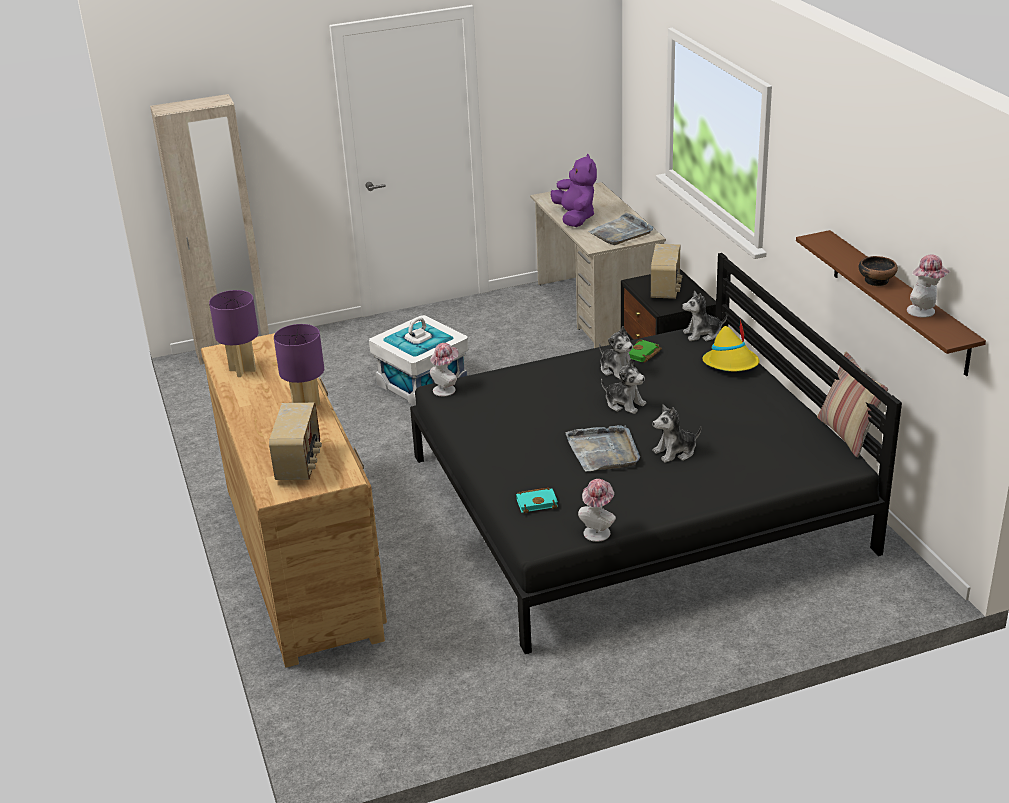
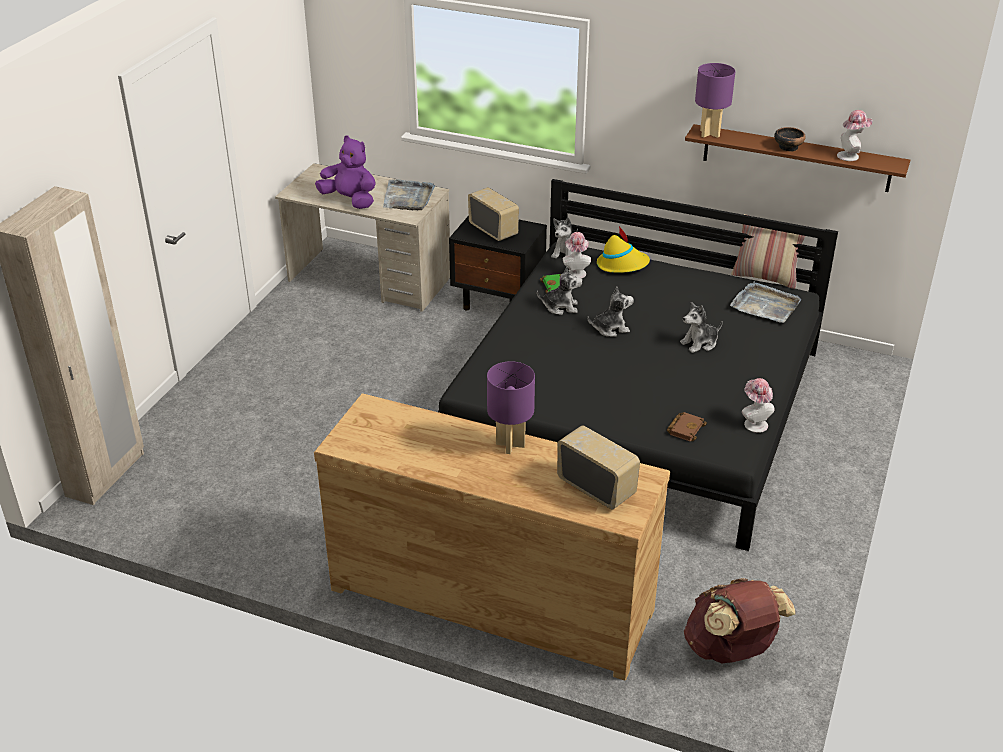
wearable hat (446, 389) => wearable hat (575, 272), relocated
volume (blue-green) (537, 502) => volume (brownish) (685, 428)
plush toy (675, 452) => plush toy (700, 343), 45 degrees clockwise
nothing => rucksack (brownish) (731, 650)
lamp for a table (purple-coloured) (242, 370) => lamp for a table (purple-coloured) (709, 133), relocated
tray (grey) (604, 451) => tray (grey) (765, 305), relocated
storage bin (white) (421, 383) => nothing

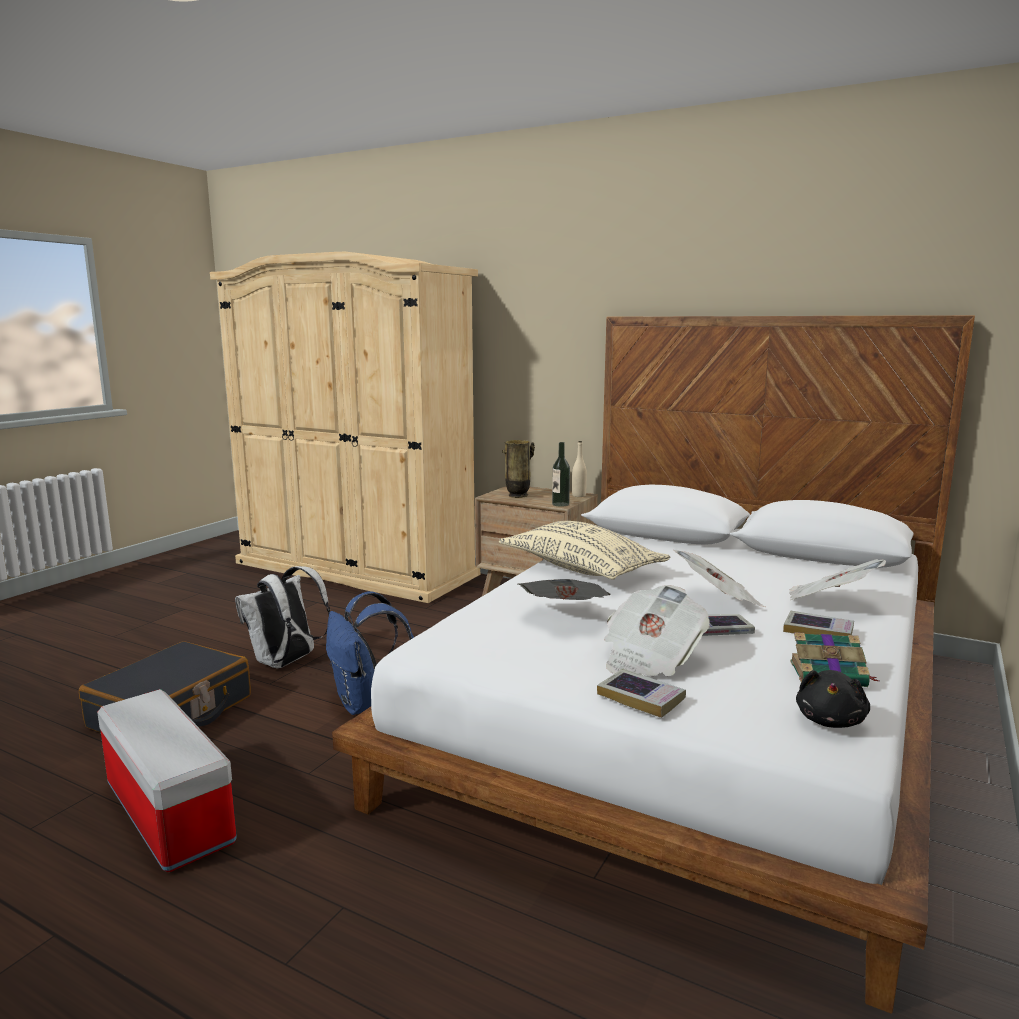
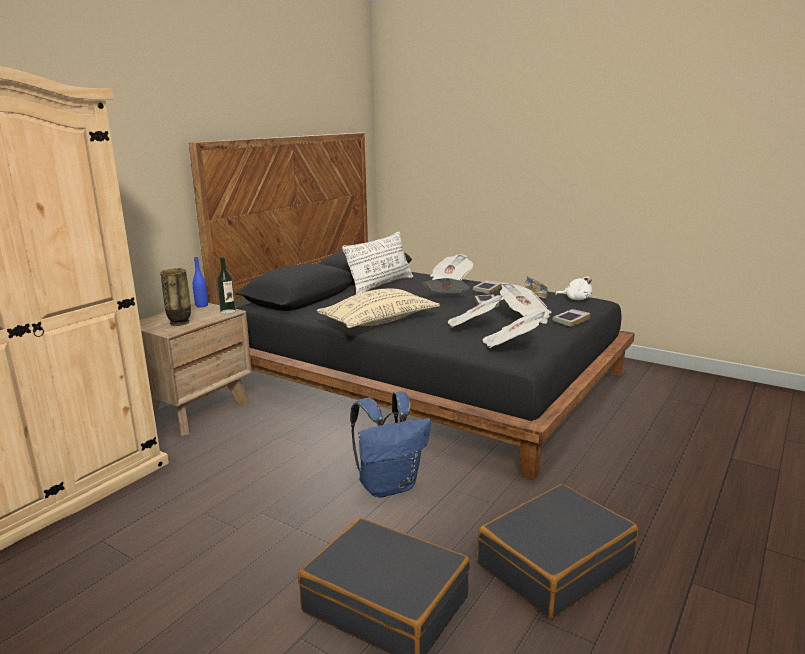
bed (white) (690, 718) => bed (blackish) (426, 378)
beverage bottle (beige) (578, 495) => beverage bottle (bluish) (201, 305)
nothing => cushion (white) (381, 286)
storage bin (167, 812) => suitcase (blackish) (554, 564)
nothing => daily paper (512, 345)
plush toy (blackish) (830, 720) => plush toy (white) (576, 299)
rucksack (white) (286, 662) => nothing

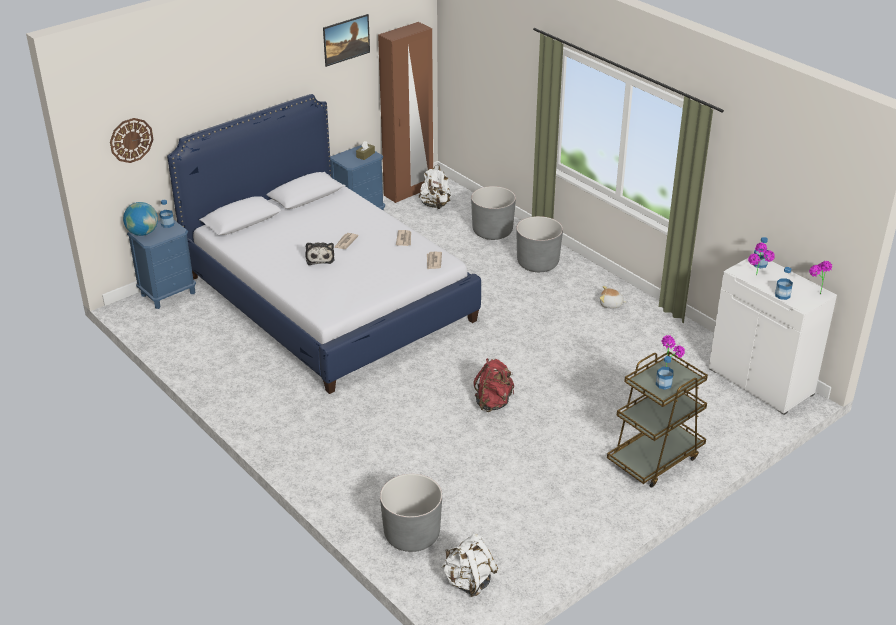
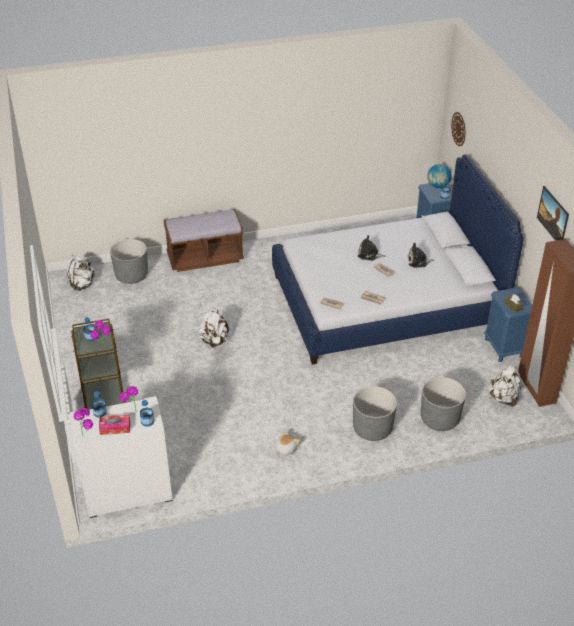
nothing => tissue holder (115, 428)
nothing => indoor bench (brownish) (205, 258)
rucksack (reddish) (493, 403) => rucksack (white) (214, 341)
nothing => plush toy (418, 261)

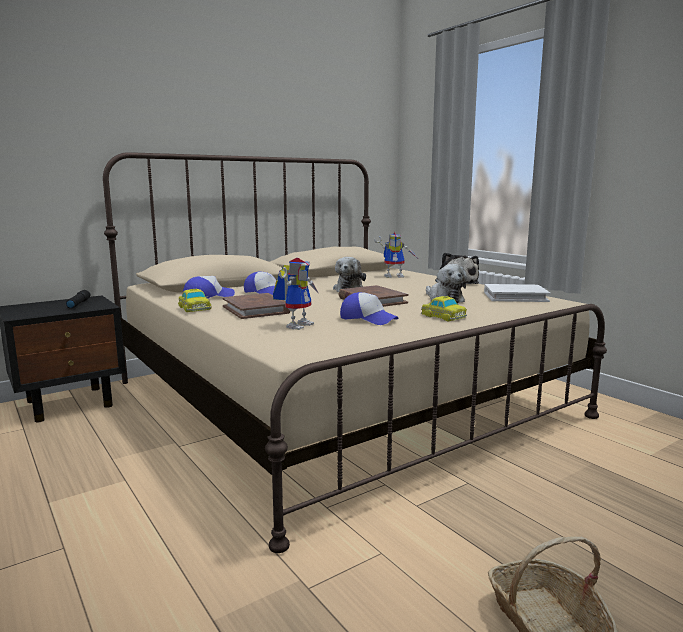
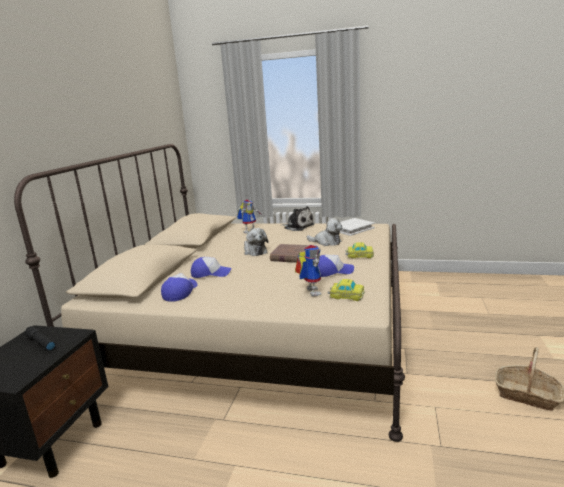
toy car (194, 308) => toy car (346, 295), relocated
volume (brownish) (256, 309) => nothing

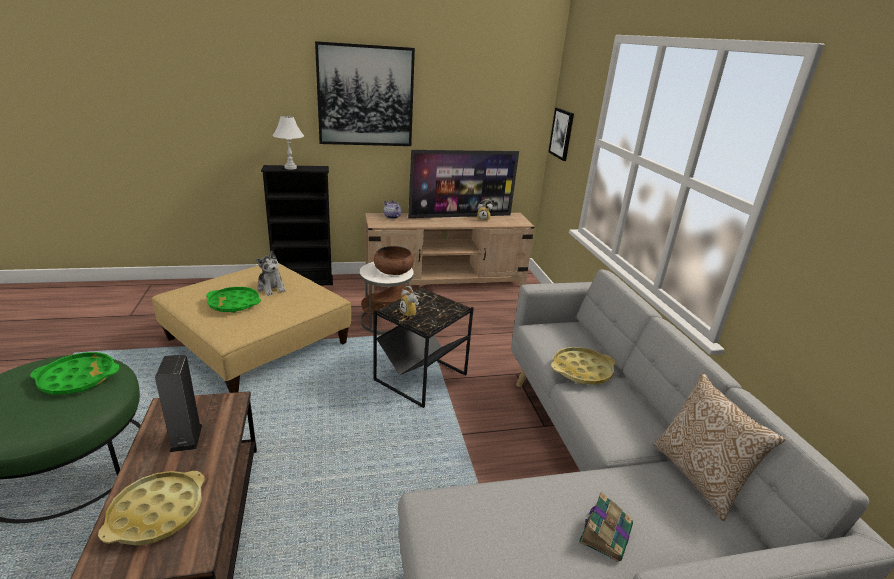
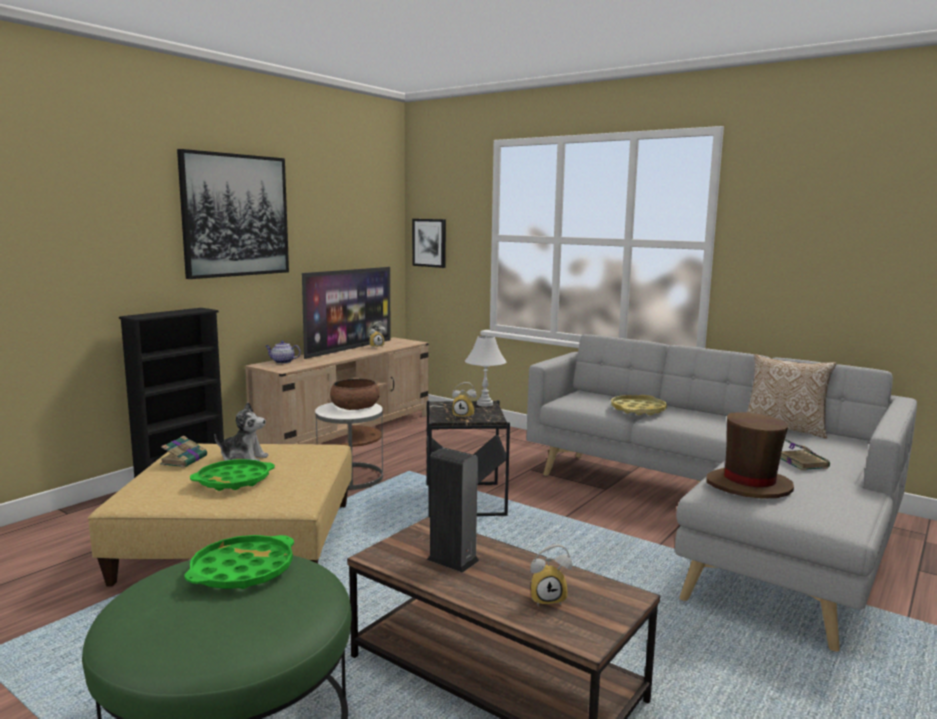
nothing => volume (184, 460)
lamp for a table (white) (290, 167) => lamp for a table (white) (484, 404), relocated
tray (yellow-coloured) (157, 512) => bedside clock (548, 598)
nothing => wearable hat (brownish) (748, 486)

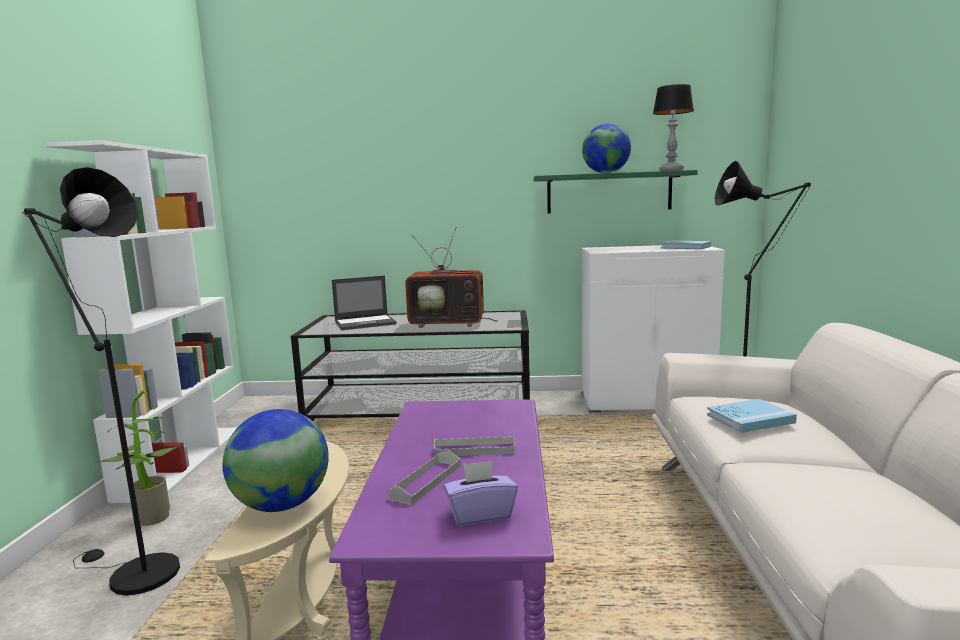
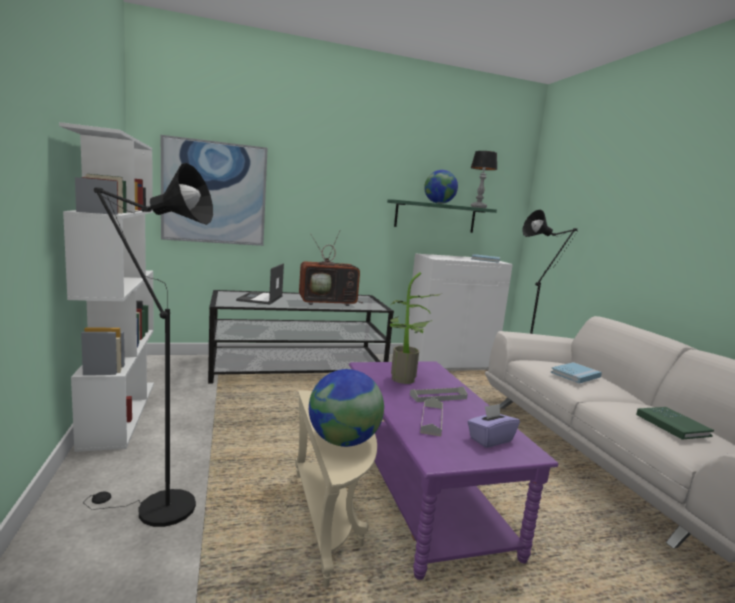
nothing => wall picture (214, 193)
laptop (366, 323) => laptop (260, 298), 135 degrees clockwise
plant in a pot (149, 520) => plant in a pot (403, 380), relocated
nothing => volume (green) (672, 425)

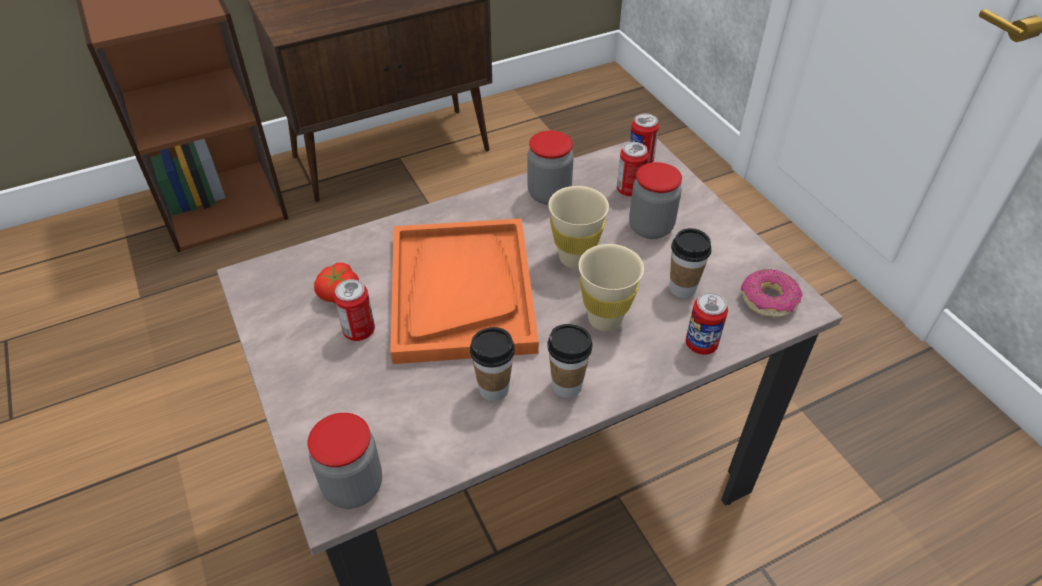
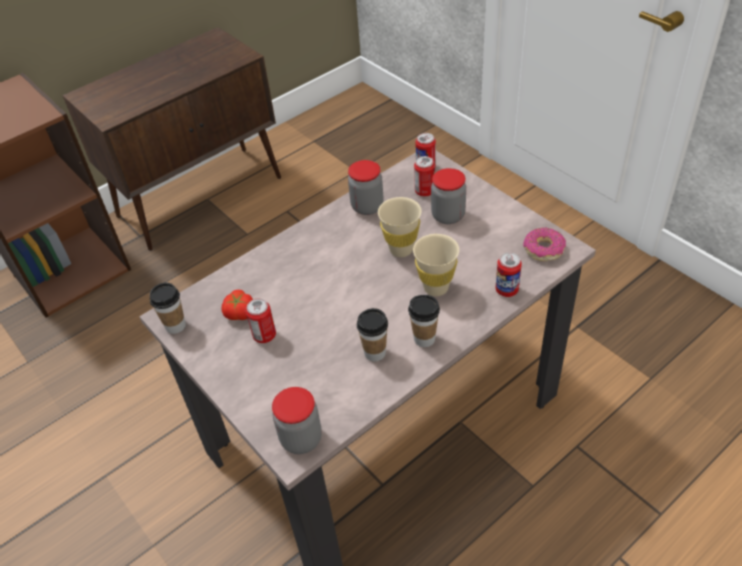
drinking cup (682, 288) => drinking cup (175, 326), relocated
tray (orange) (461, 291) => nothing

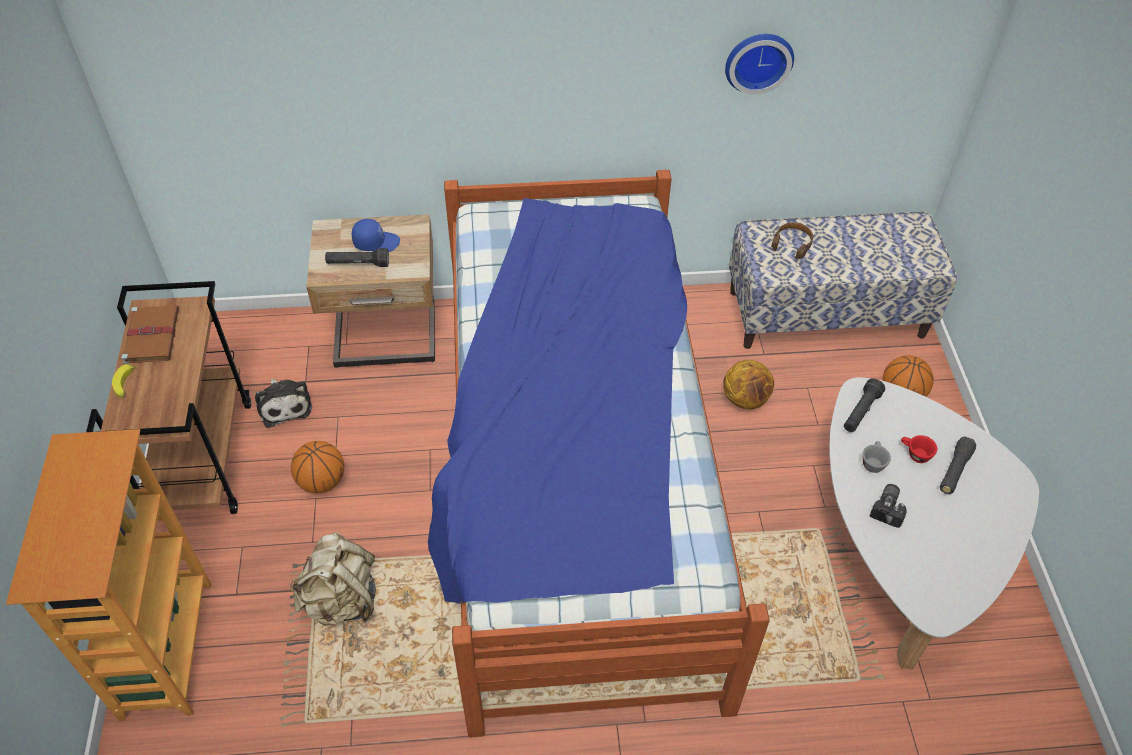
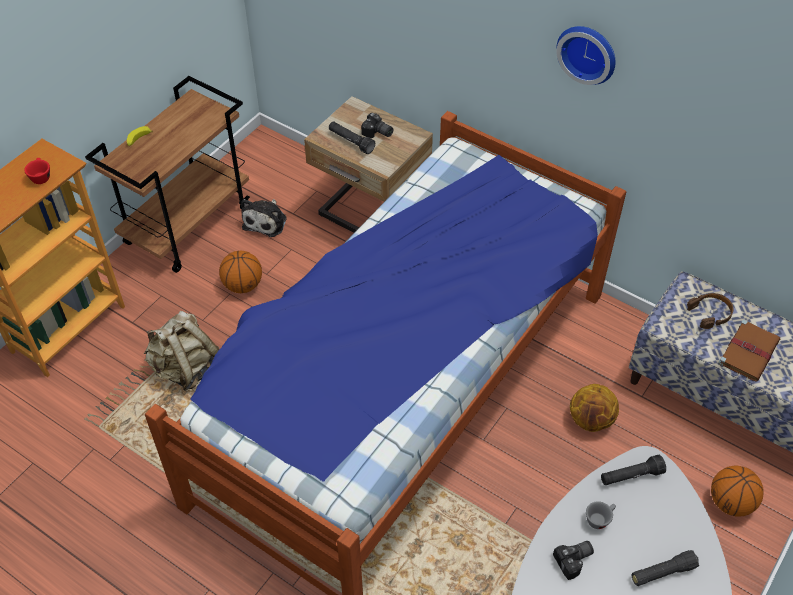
drinking cup (reddish) (914, 454) => drinking cup (reddish) (40, 176), relocated
cap (bluish) (376, 242) => photo camera (377, 133)
wall clock (758, 60) => wall clock (588, 52), relocated
volume (brownish) (152, 335) => volume (brownish) (749, 351), relocated

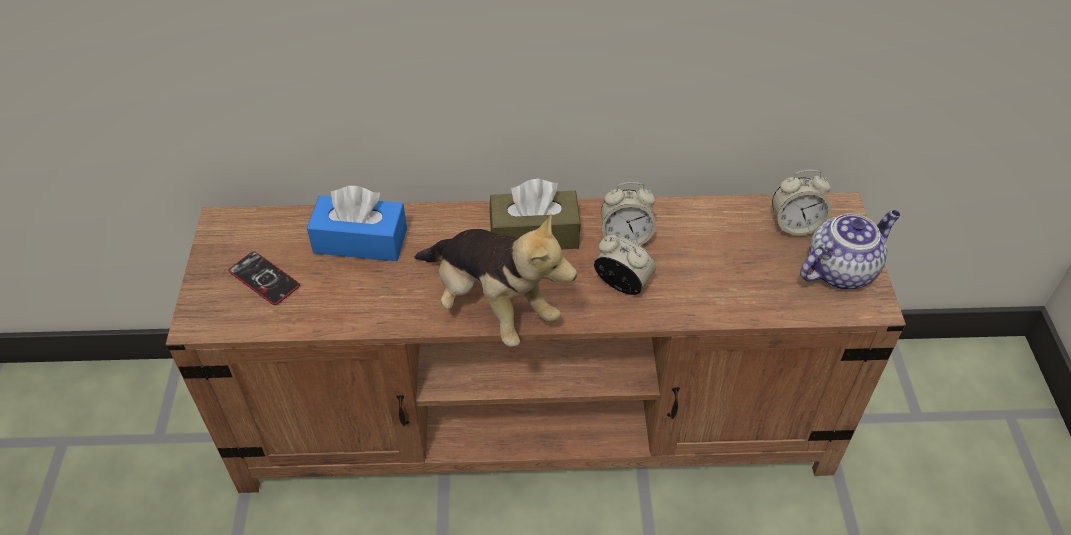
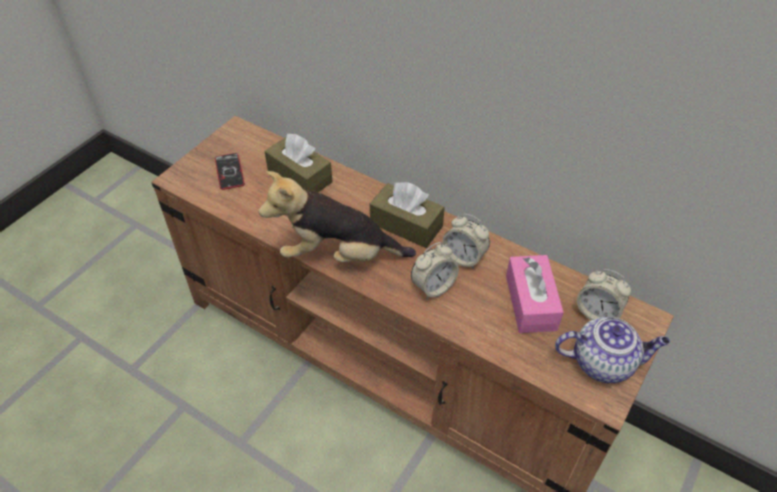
plush toy (491, 306) => plush toy (338, 255), 105 degrees clockwise
tissue holder (bluish) (360, 241) => tissue holder (brownish) (300, 176)
bedside clock (622, 285) => bedside clock (433, 286), 75 degrees clockwise
nothing => tissue holder (pink-coloured) (530, 302)

